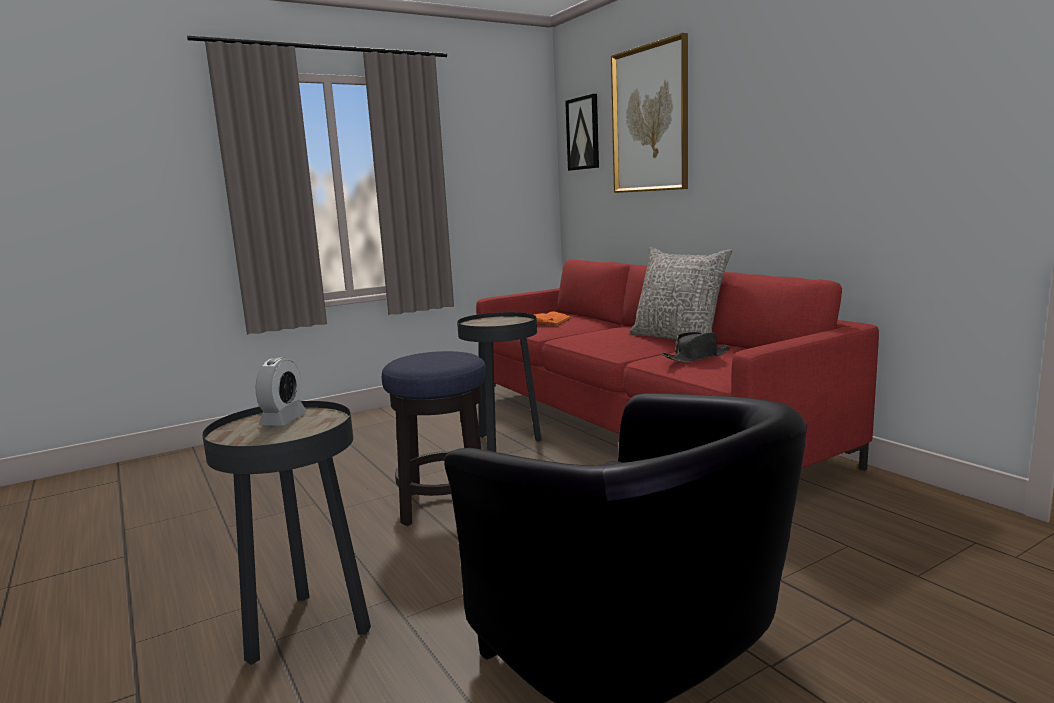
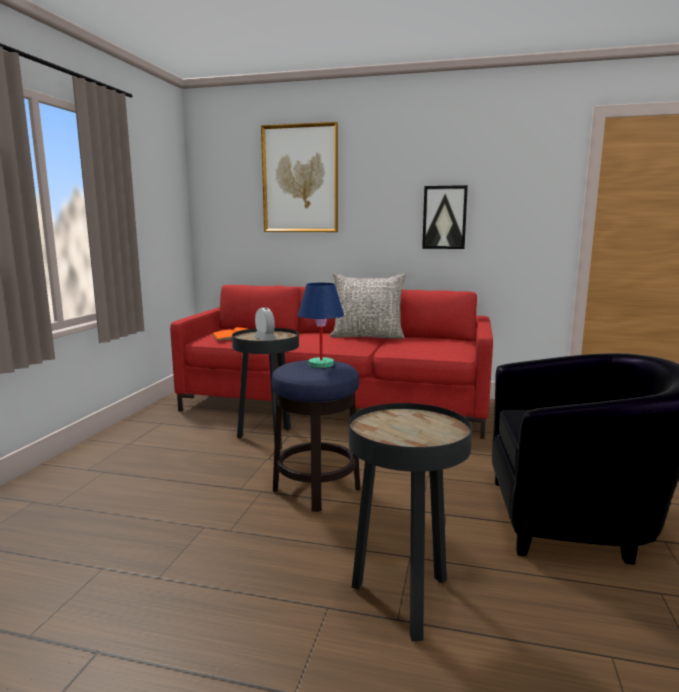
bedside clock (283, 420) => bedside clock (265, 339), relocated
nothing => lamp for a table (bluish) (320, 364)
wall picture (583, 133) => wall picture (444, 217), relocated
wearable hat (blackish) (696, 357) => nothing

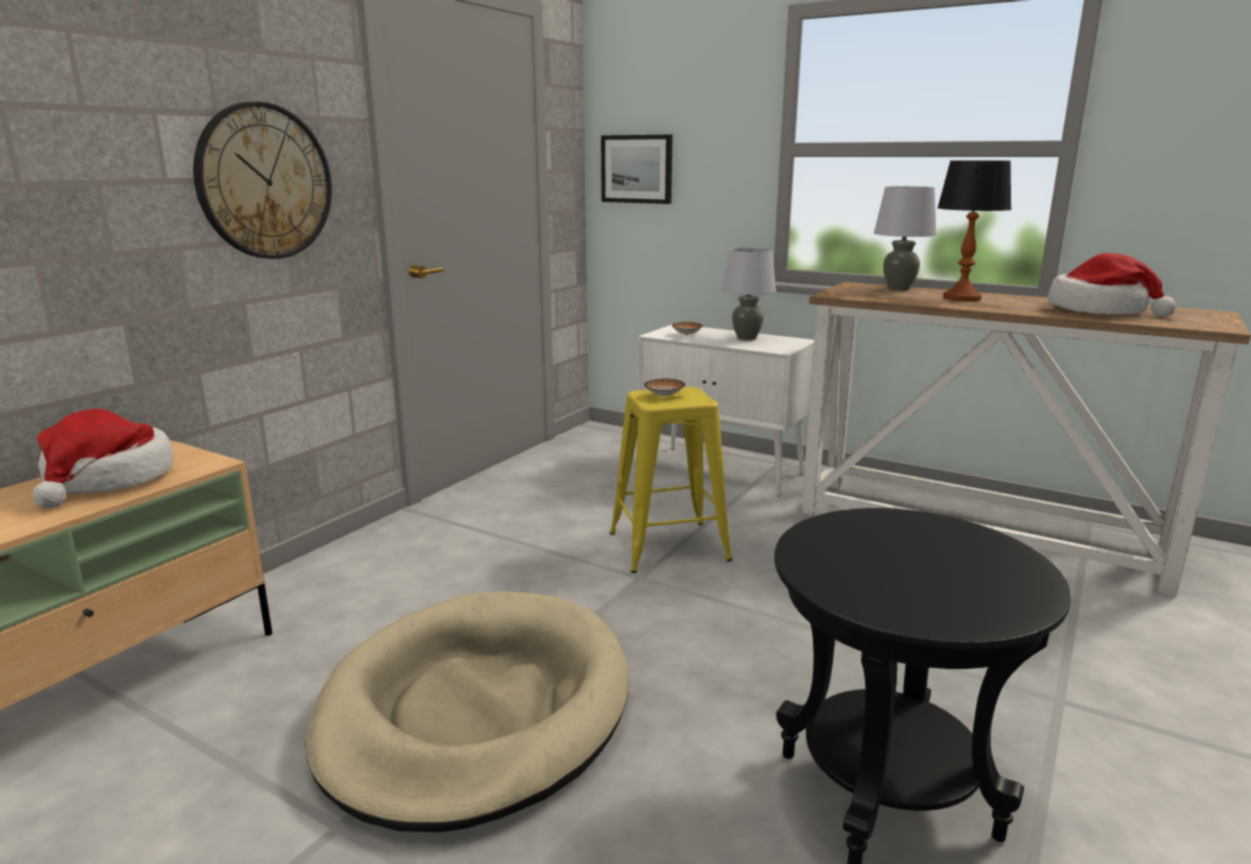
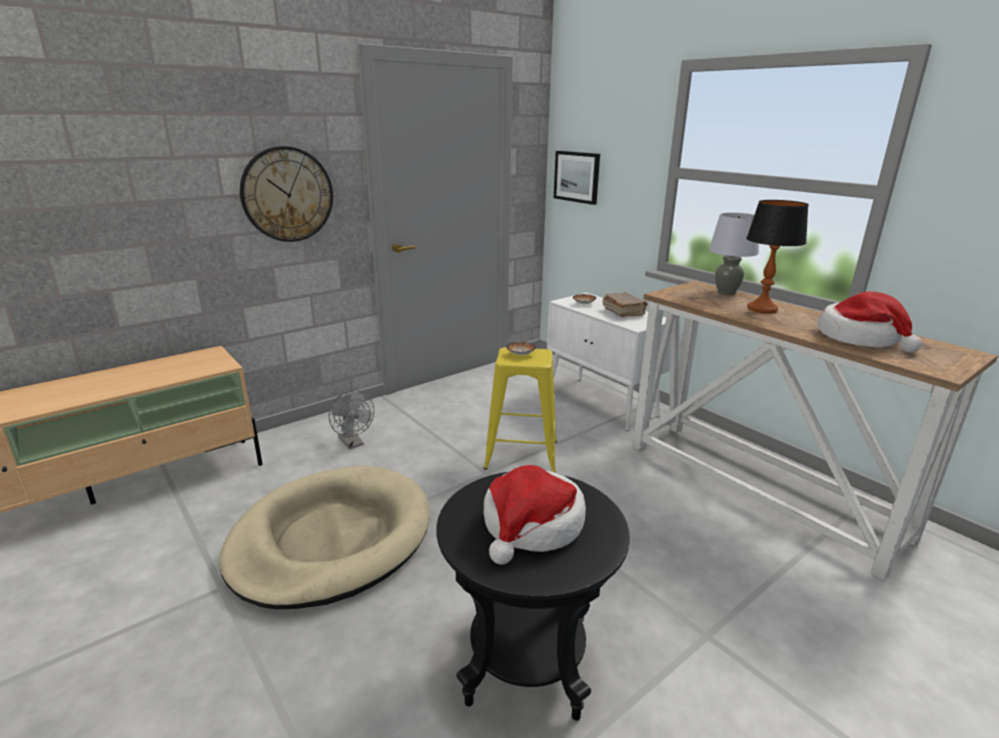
nothing => electric fan (grey) (353, 443)
wearable hat (108, 480) => wearable hat (532, 525), relocated
lamp for a table (grey) (746, 338) => volume (brownish) (623, 312)

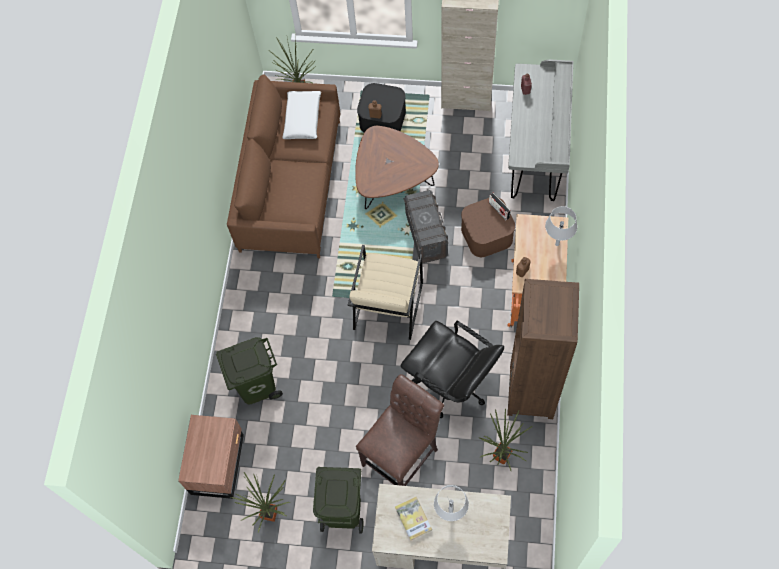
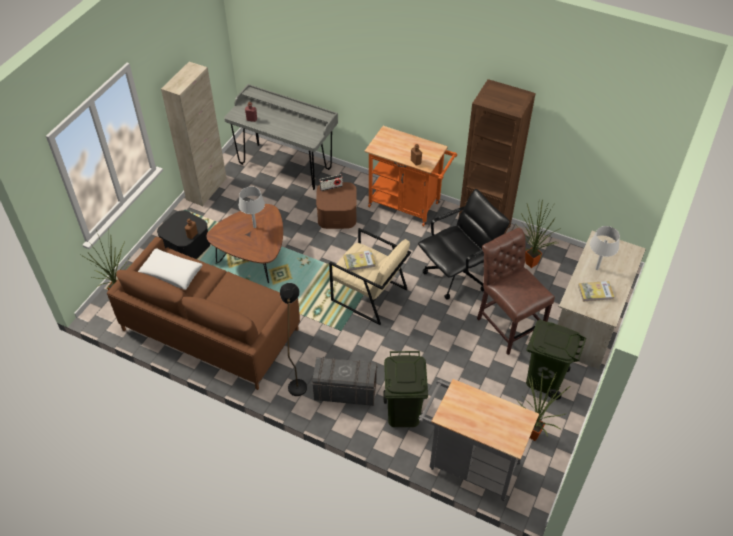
lamp for a table (grey) (557, 244) => lamp for a table (grey) (254, 226), relocated
nothing => standing lamp (blackish) (297, 381)
storage bin (grey) (426, 235) => storage bin (grey) (345, 391), relocated
nothing => volume (359, 262)
nightstand (brownish) (219, 463) => trolley (grey) (469, 464)

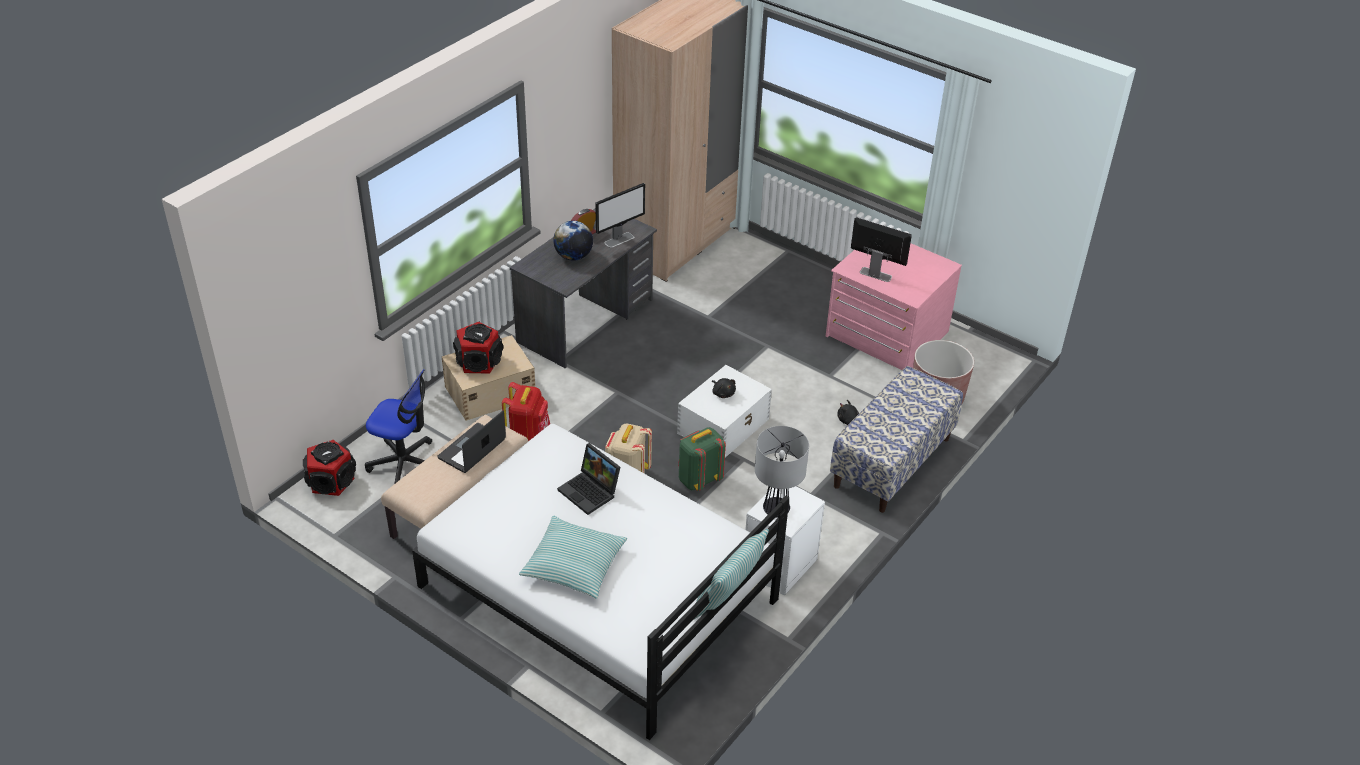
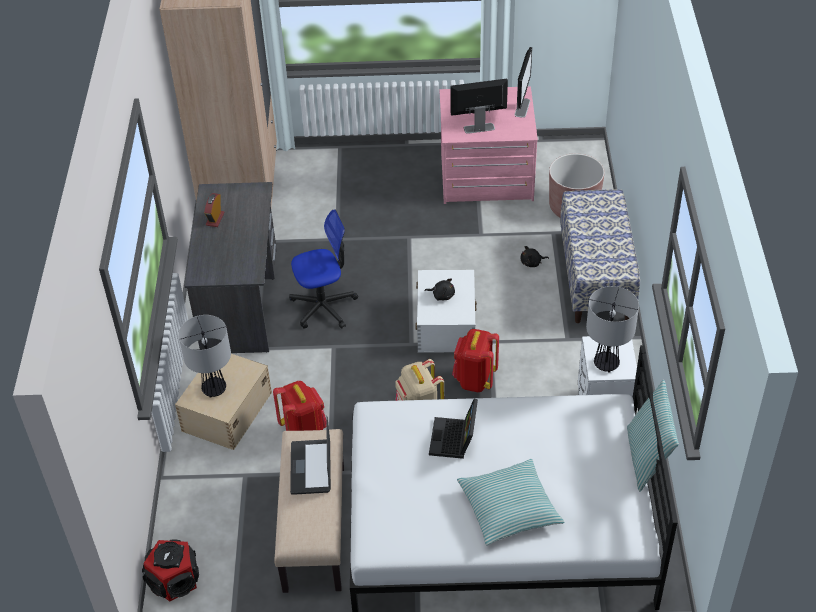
loudspeaker (478, 362) => lamp for a table (214, 389)
office chair (404, 463) => office chair (323, 306), relocated
laptop (591, 492) => laptop (454, 440), 90 degrees clockwise
rucksack (green) (699, 479) => rucksack (reddish) (474, 380)
computer display (619, 240) => computer display (522, 107), relocated
world globe (573, 256) => nothing

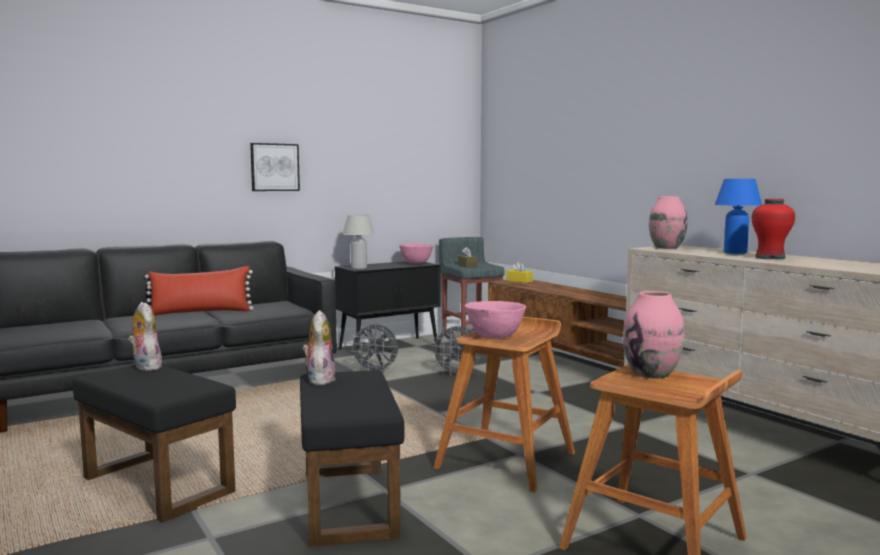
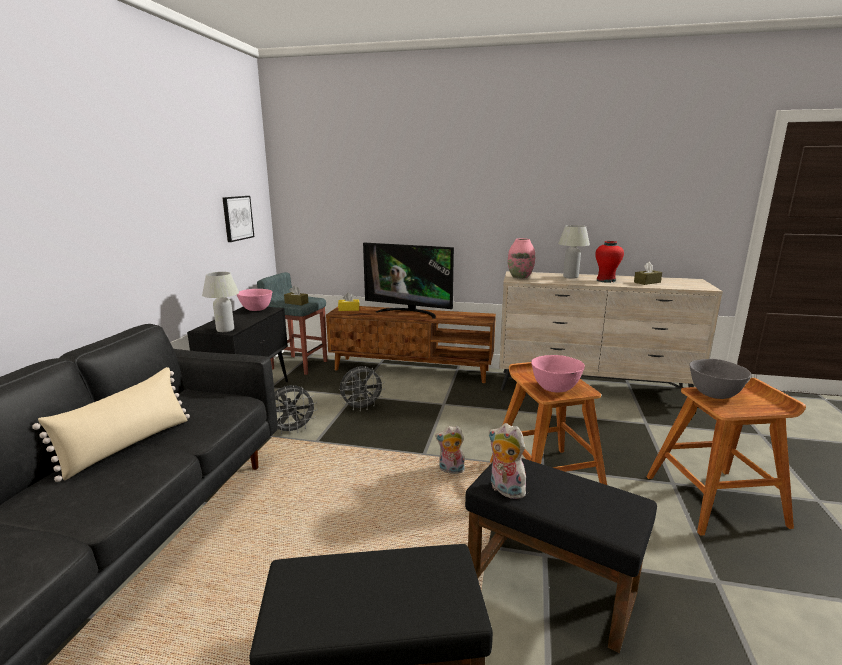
cushion (reddish) (200, 312) => cushion (beige) (128, 445)
wall picture (274, 167) => wall picture (237, 218), relocated
nothing => TV (409, 312)
plush toy (145, 367) => plush toy (450, 471), relocated
lamp for a table (bluish) (735, 252) => lamp for a table (white) (570, 277)
nothing => tissue holder (brownish) (647, 282)
decorative vase (pink-coloured) (652, 374) => deep dish (grey) (714, 394)

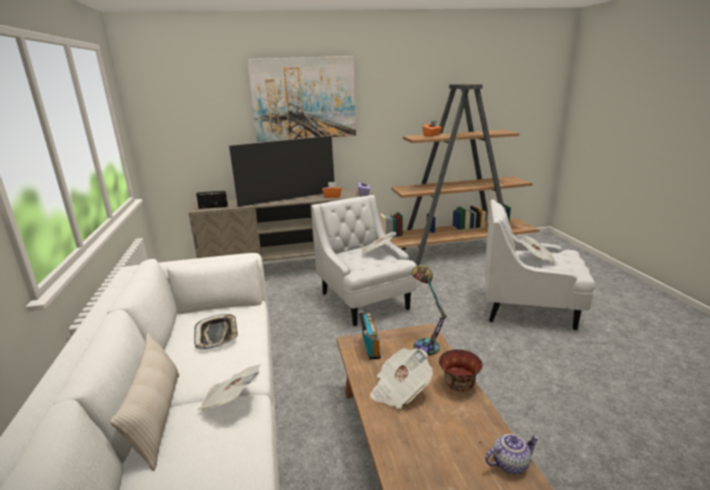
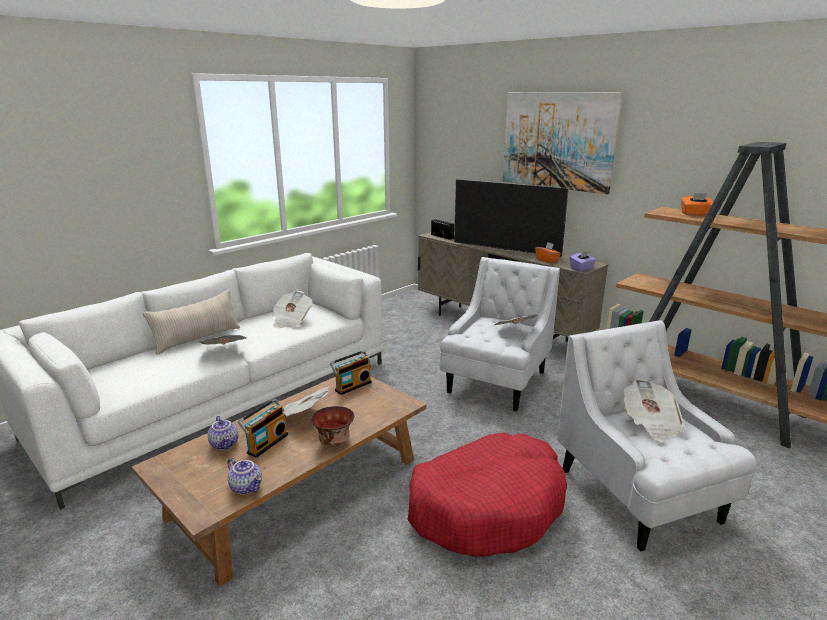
nothing => pot for tea (225, 444)
nothing => radio set (266, 443)
tray (217, 335) => daily paper (291, 320)
nothing => pet bed (reddish) (486, 507)
lamp for a table (425, 343) => nothing

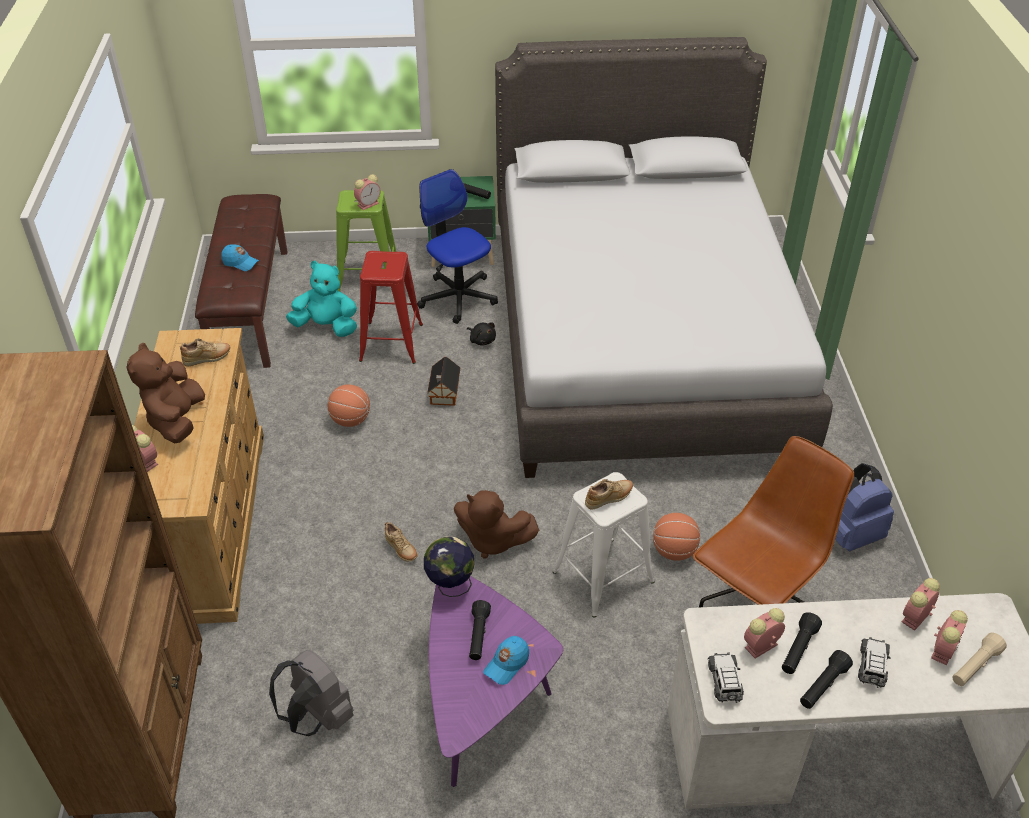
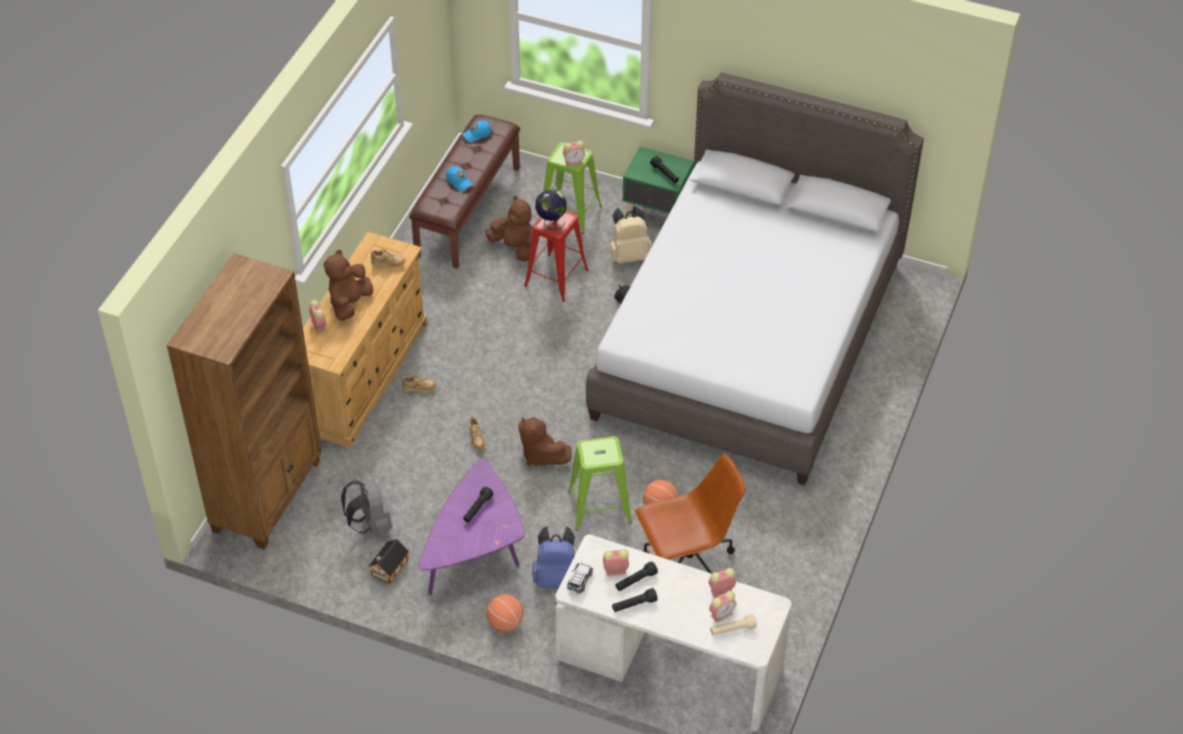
miniature house (444, 393) => miniature house (388, 568), relocated
low shoe (beige) (609, 499) => low shoe (beige) (419, 389), relocated
cap (bluish) (506, 664) => cap (bluish) (477, 135), relocated
plush toy (blue-green) (327, 327) => plush toy (brownish) (515, 248)
basketball ball (351, 420) => basketball ball (505, 623), relocated
rucksack (bluish) (852, 534) => rucksack (bluish) (556, 577), relocated
world globe (450, 586) => world globe (551, 222), relocated
stool (white) (604, 576) => stool (green) (600, 507)
office chair (458, 297) => rucksack (beige) (629, 255)
toy car (872, 667) => nothing

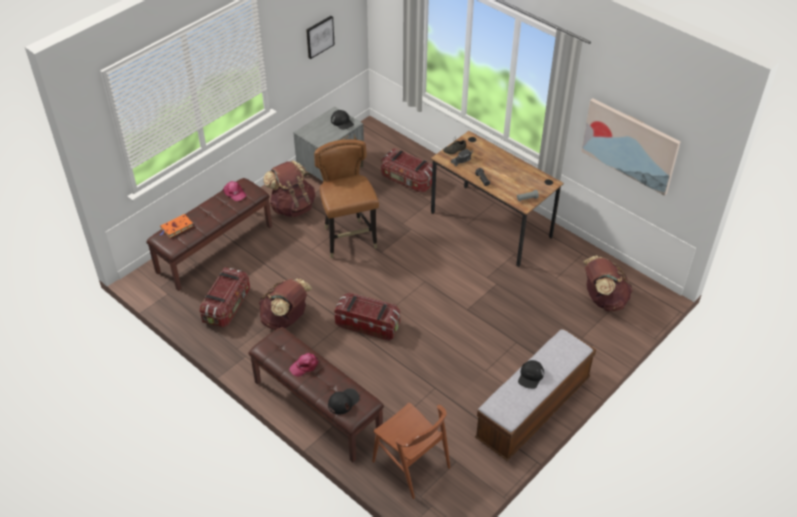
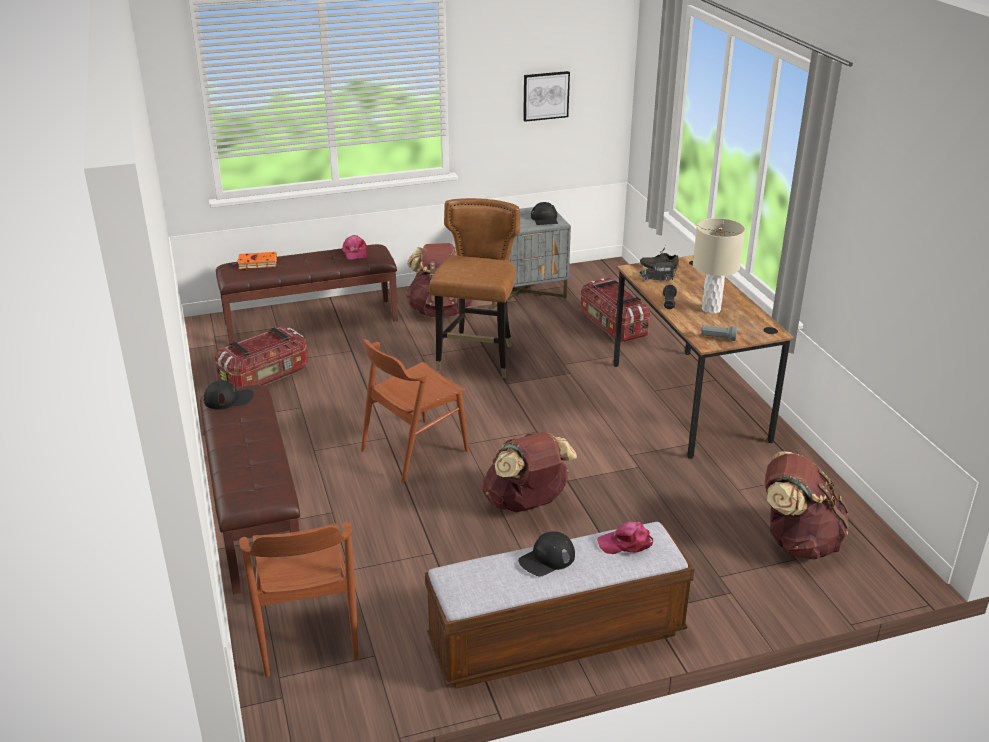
cap (blackish) (343, 402) => cap (blackish) (229, 399), relocated
storage bin (368, 324) => upright chair (brownish) (414, 450)
rucksack (brownish) (286, 319) => rucksack (brownish) (526, 504), relocated
cap (pink-coloured) (305, 366) => cap (pink-coloured) (626, 543), relocated
nothing => lamp for a table (beige) (711, 309)
wall picture (630, 145) => nothing

